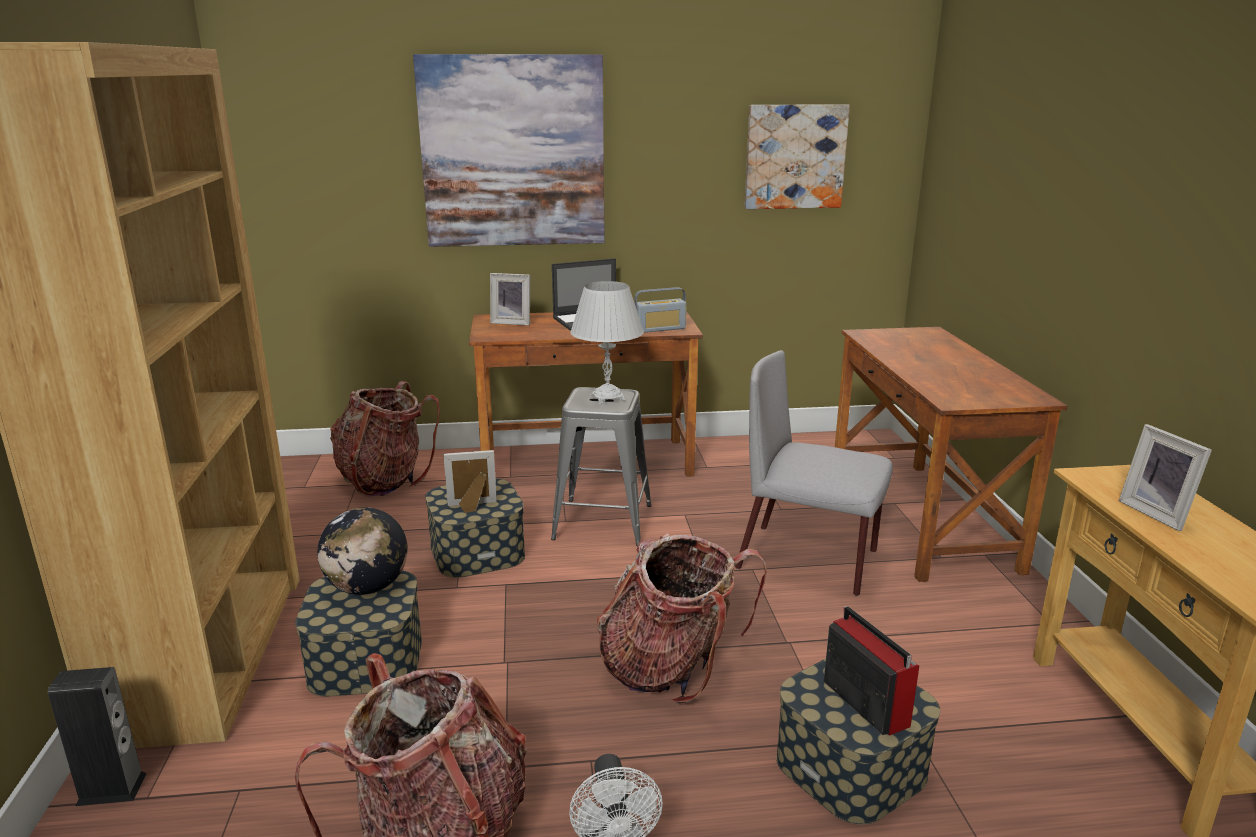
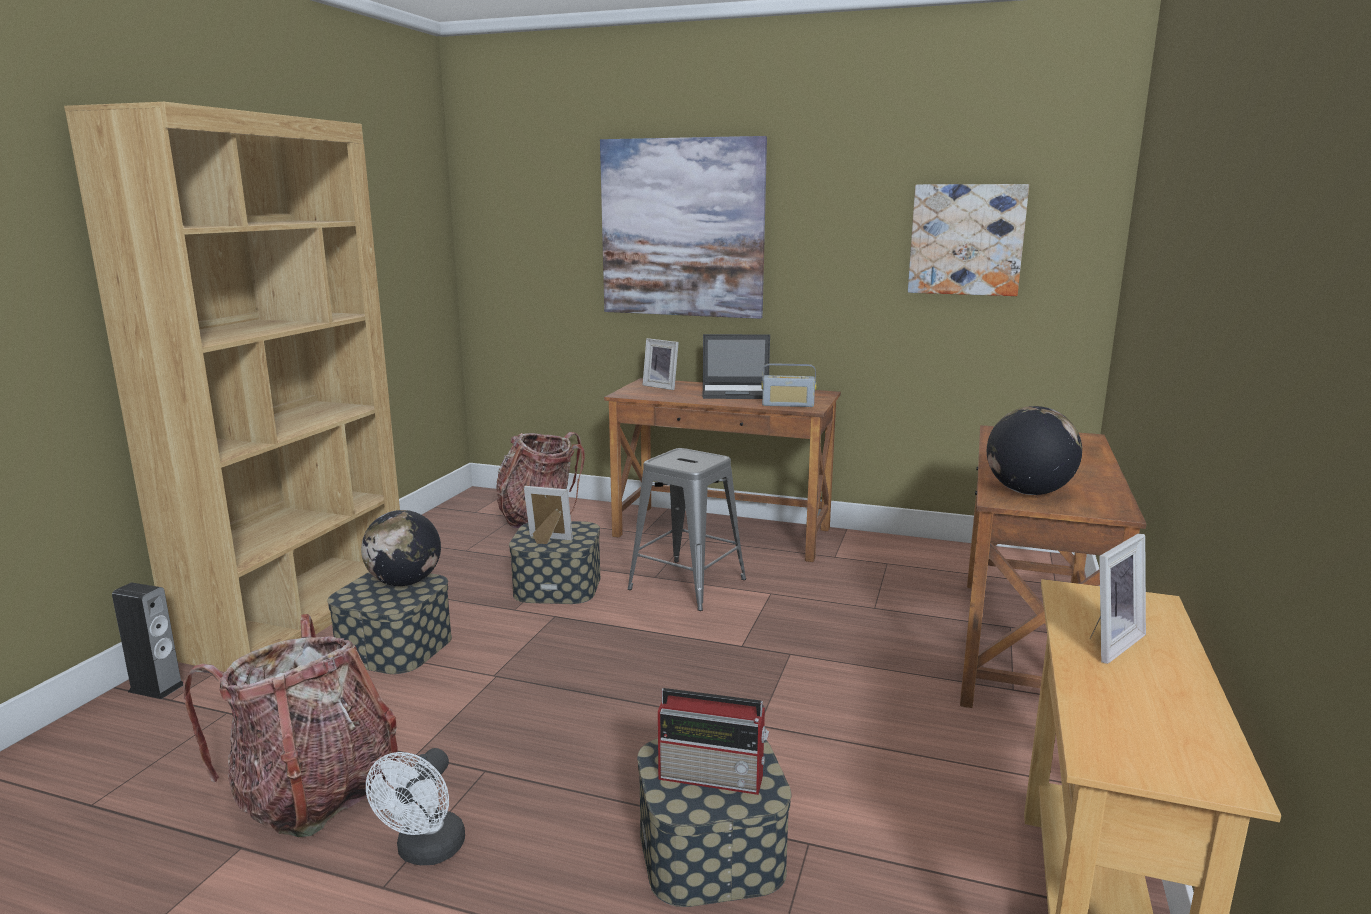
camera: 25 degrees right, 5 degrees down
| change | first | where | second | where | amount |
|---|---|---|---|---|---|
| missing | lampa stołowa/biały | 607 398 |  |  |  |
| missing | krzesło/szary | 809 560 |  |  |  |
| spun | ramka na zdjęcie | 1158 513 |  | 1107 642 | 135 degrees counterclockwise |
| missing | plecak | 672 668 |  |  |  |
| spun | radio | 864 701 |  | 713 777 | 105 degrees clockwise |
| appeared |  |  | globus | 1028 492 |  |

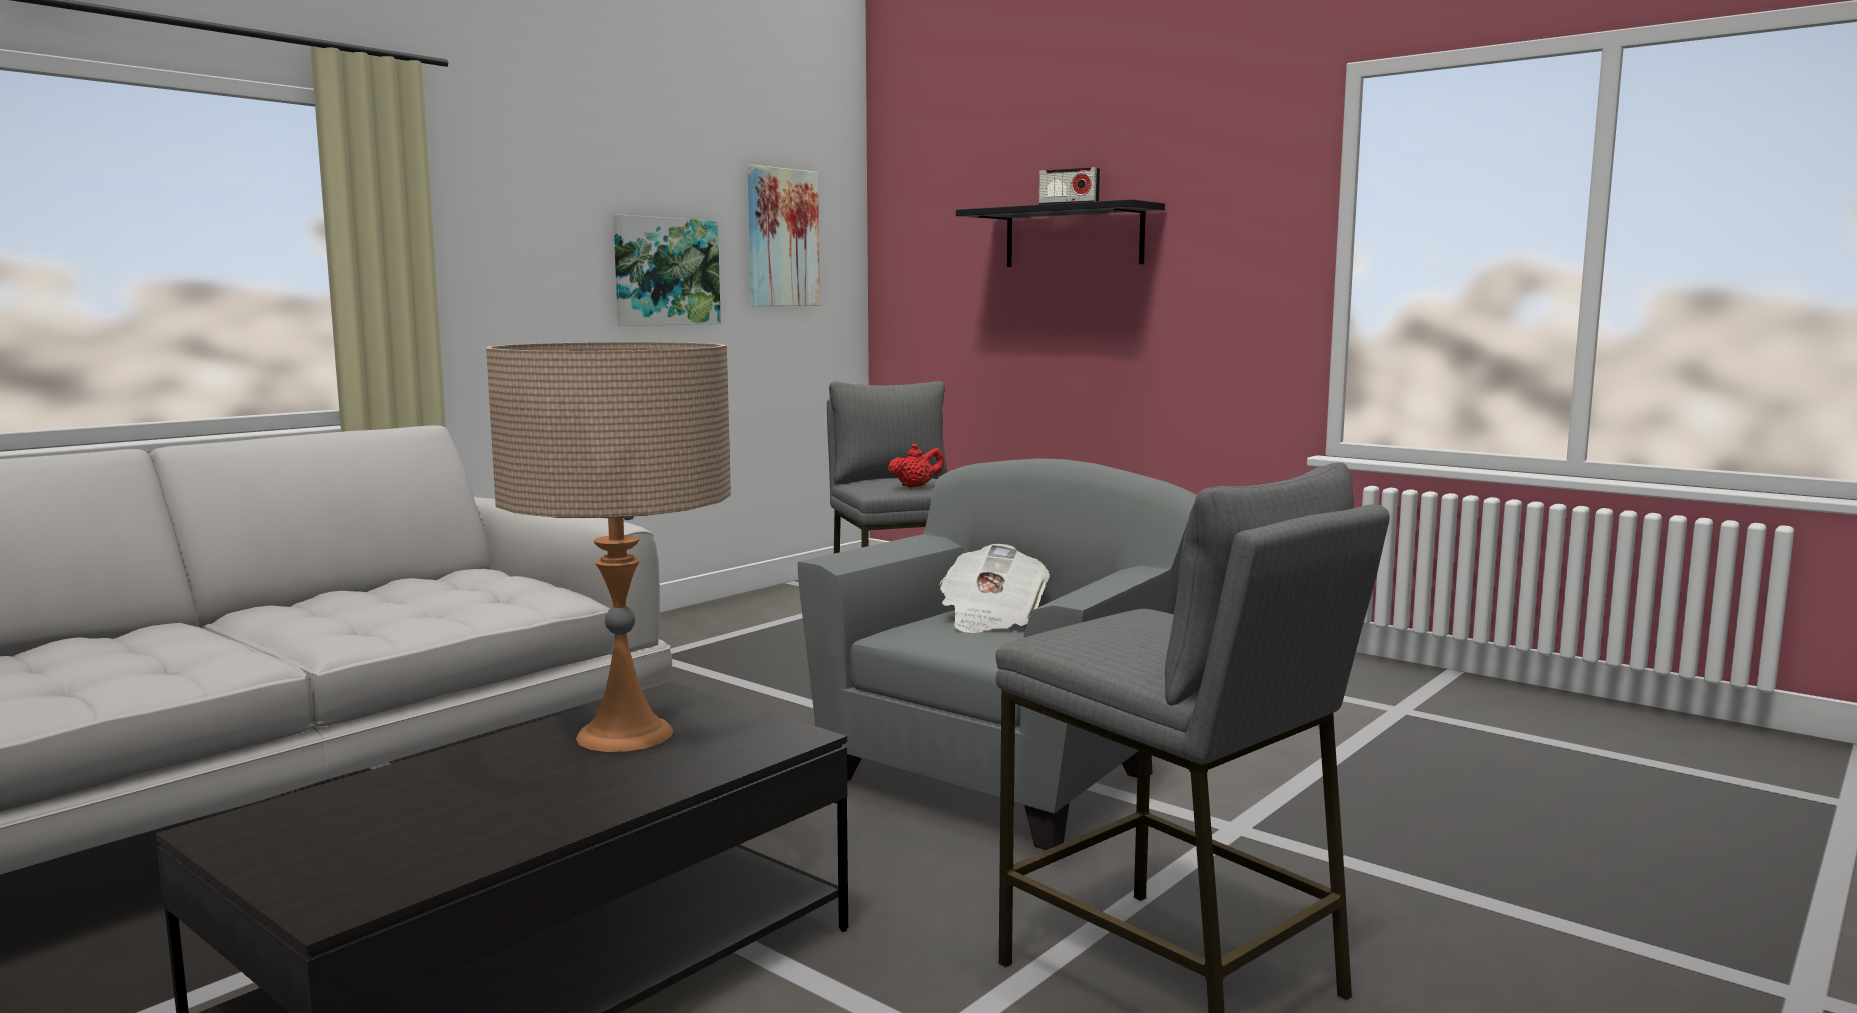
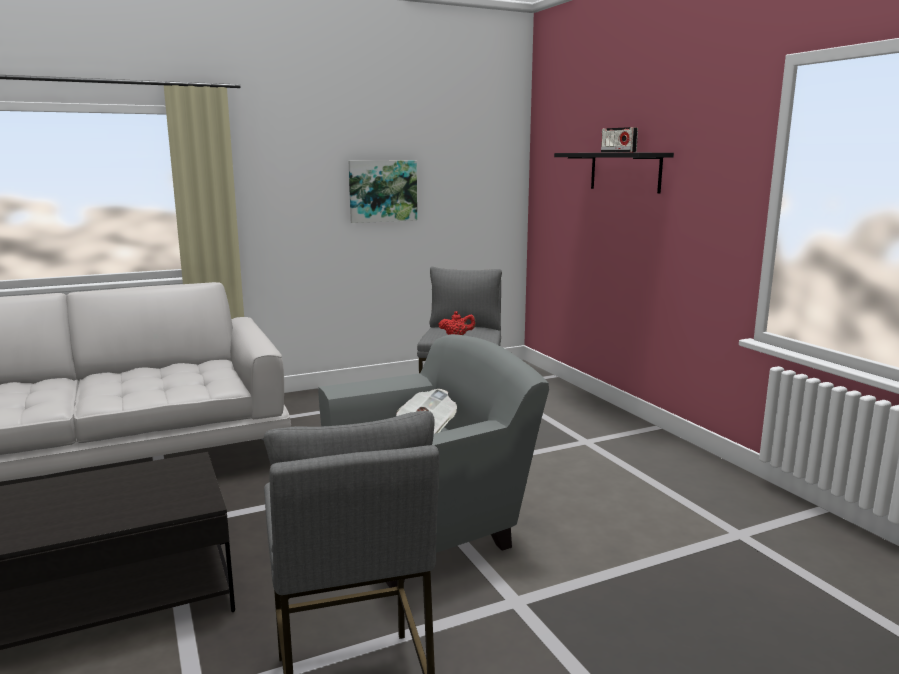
camera: 25 degrees right, 5 degrees up
| change | first | where | second | where | amount |
|---|---|---|---|---|---|
| missing | obraz | 782 238 |  |  |  |
| missing | lampa stołowa/beżowy | 625 734 |  |  |  |

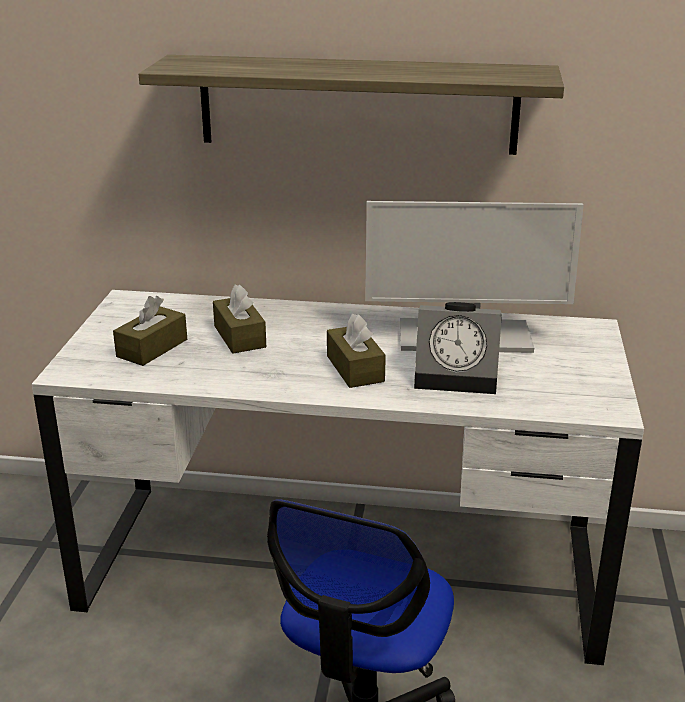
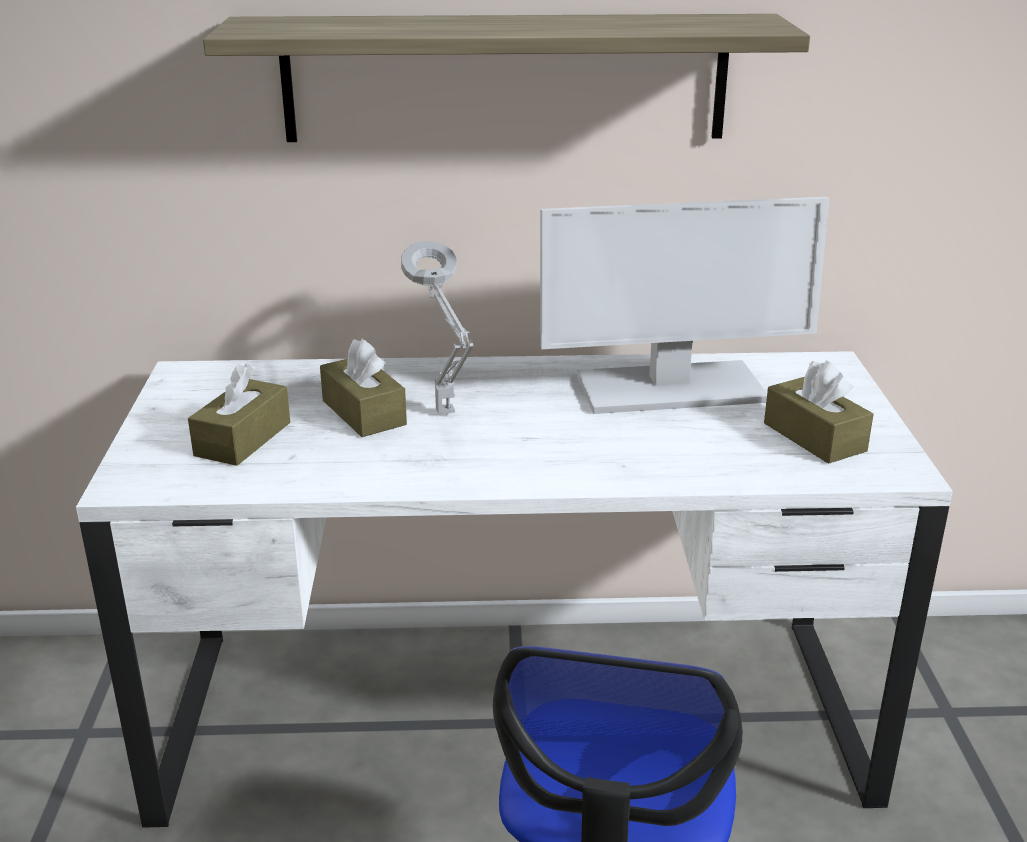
camera: 10 degrees left, 0 degrees up
| change | first | where | second | where | amount |
|---|---|---|---|---|---|
| missing | budzik | 458 376 |  |  |  |
| relocated | pudełko chusteczek/brązowy | 355 369 |  | 814 437 |  |
| appeared |  |  | lampa stołowa/szary | 446 415 |  |

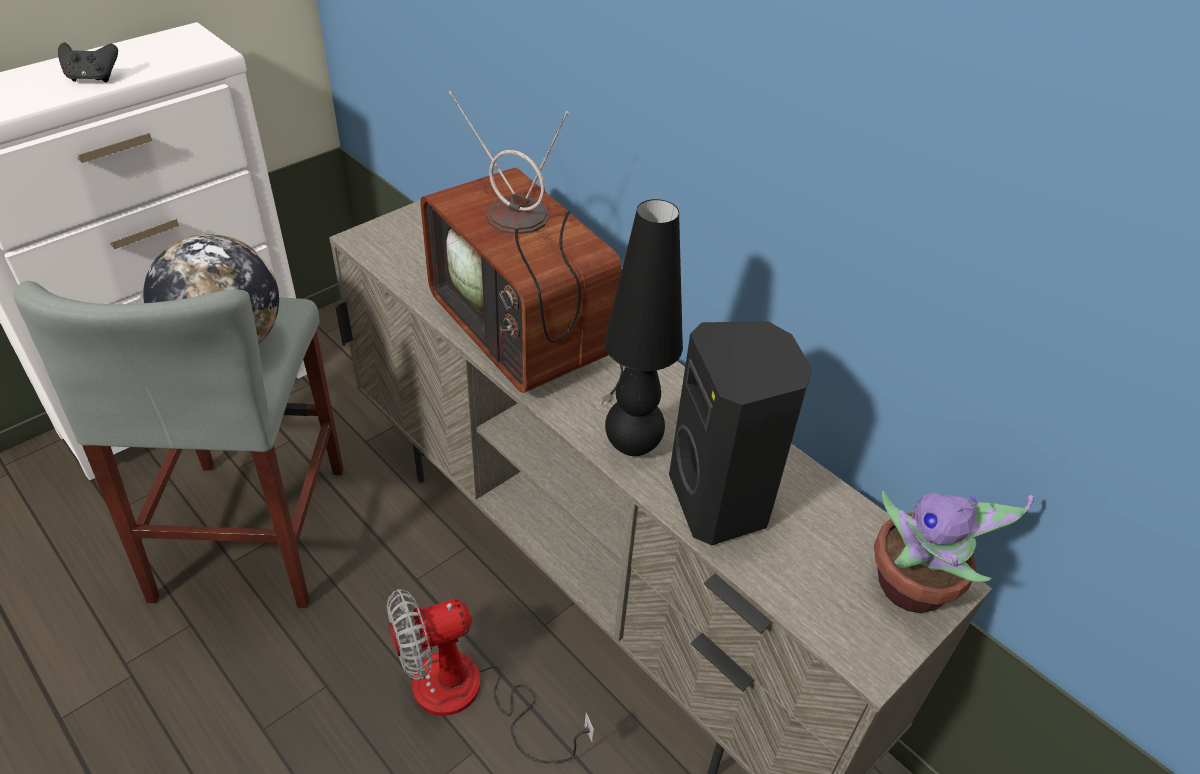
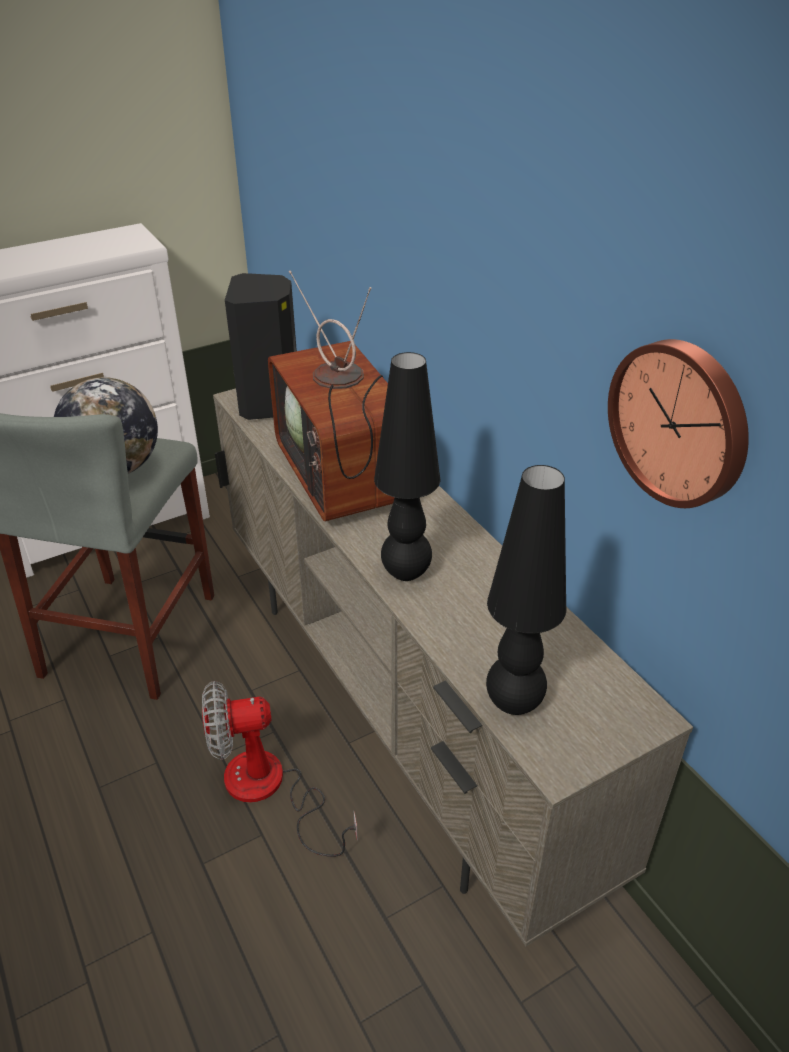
camera: 15 degrees right, 5 degrees down
| change | first | where | second | where | amount |
|---|---|---|---|---|---|
| missing | pad do gier/czarny | 93 78 |  |  |  |
| relocated | głośnik/czarny | 722 501 |  | 270 404 |  |
| missing | roślina doniczkowa | 913 590 |  |  |  |
| appeared |  |  | zegar ścienny | 681 422 |  |
| appeared |  |  | lampa stołowa/czarny | 514 704 |  |

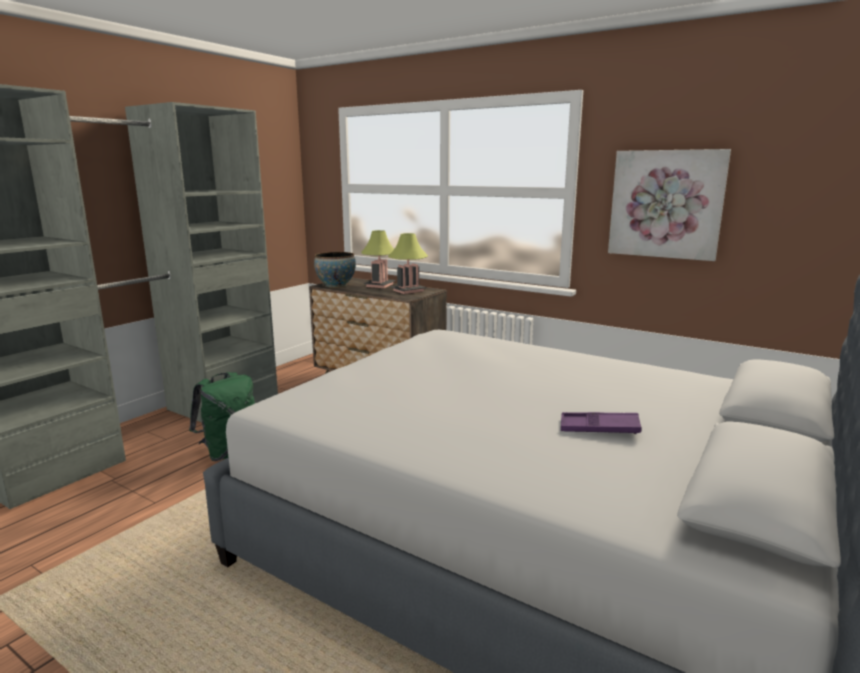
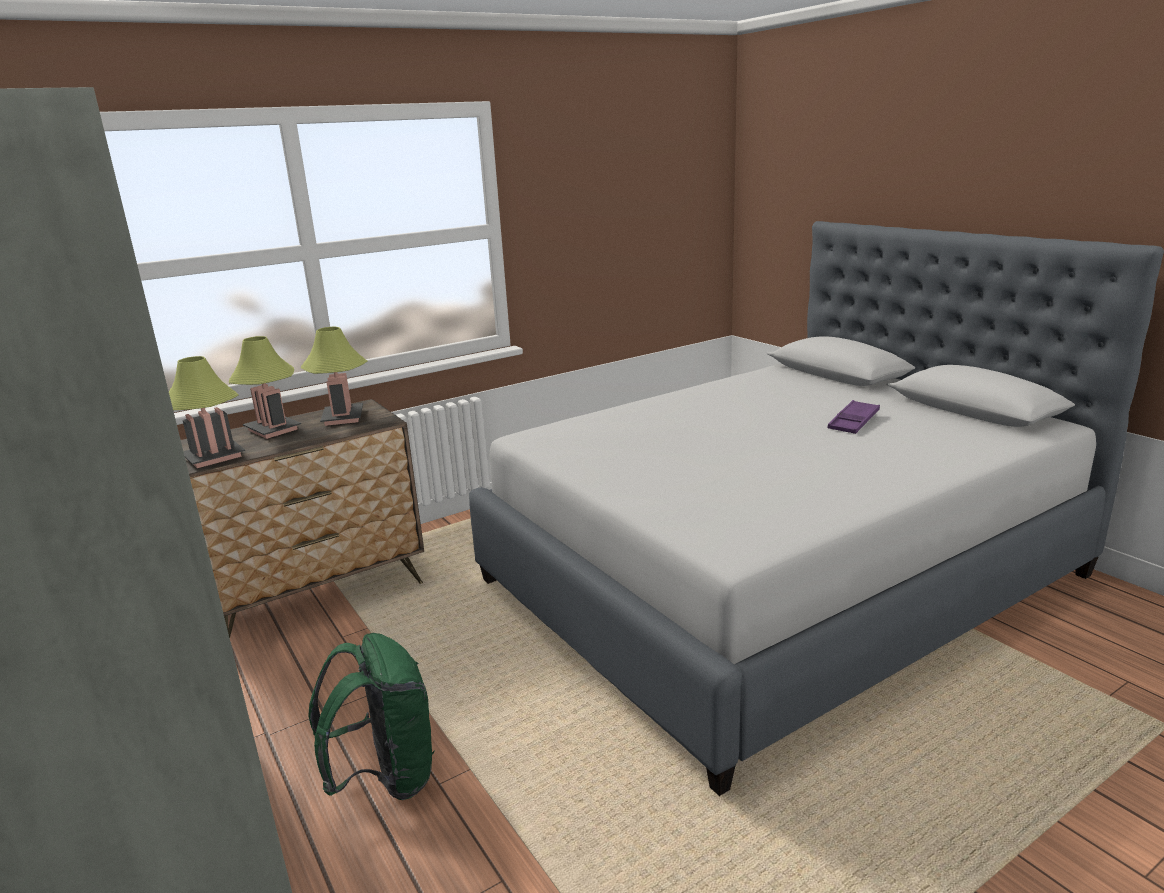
camera: 65 degrees left, 5 degrees up
| change | first | where | second | where | amount |
|---|---|---|---|---|---|
| missing | obraz | 666 204 |  |  |  |
| exchanged | miska | 336 285 | lampa stołowa | 214 457 |  |

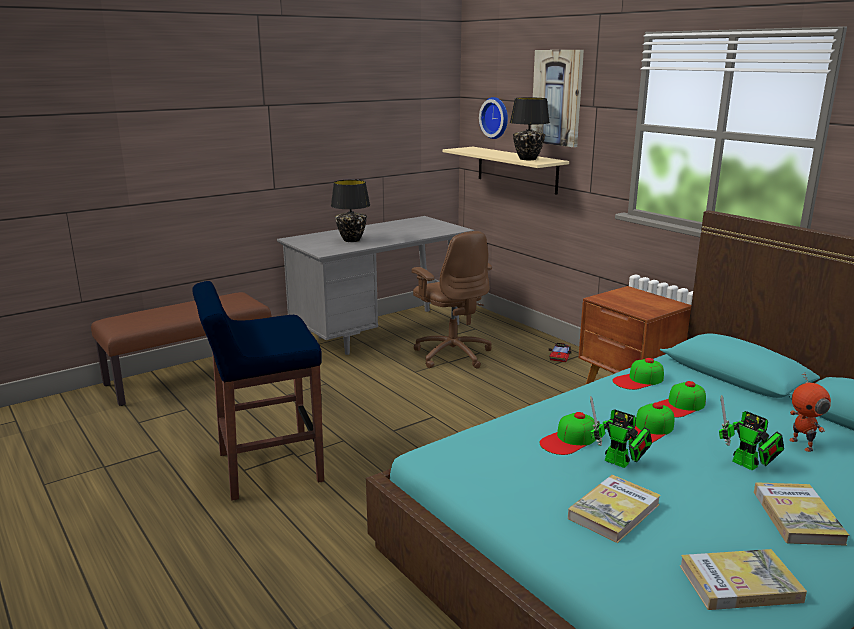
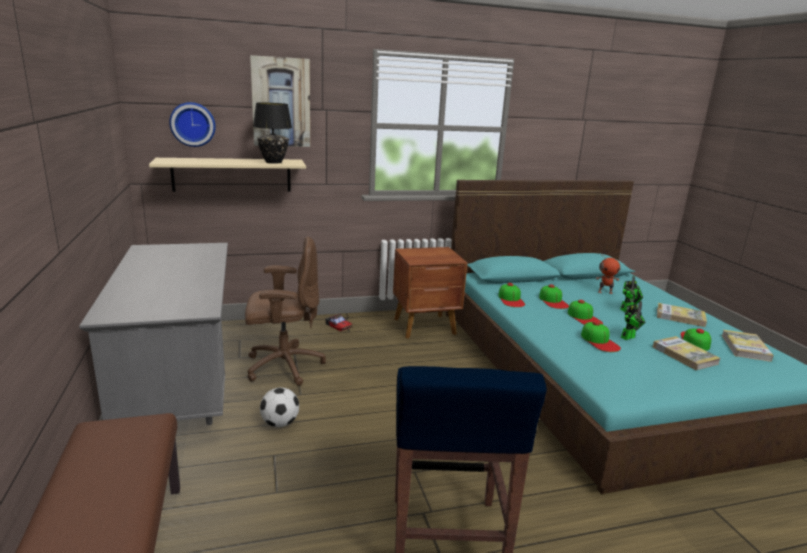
camera: 70 degrees left, 0 degrees up
| change | first | where | second | where | amount |
|---|---|---|---|---|---|
| missing | lampa stołowa/czarny | 351 240 |  |  |  |
| appeared |  |  | czapka z daszkiem | 694 341 |  |
| appeared |  |  | piłka futbolowa | 280 423 |  |

